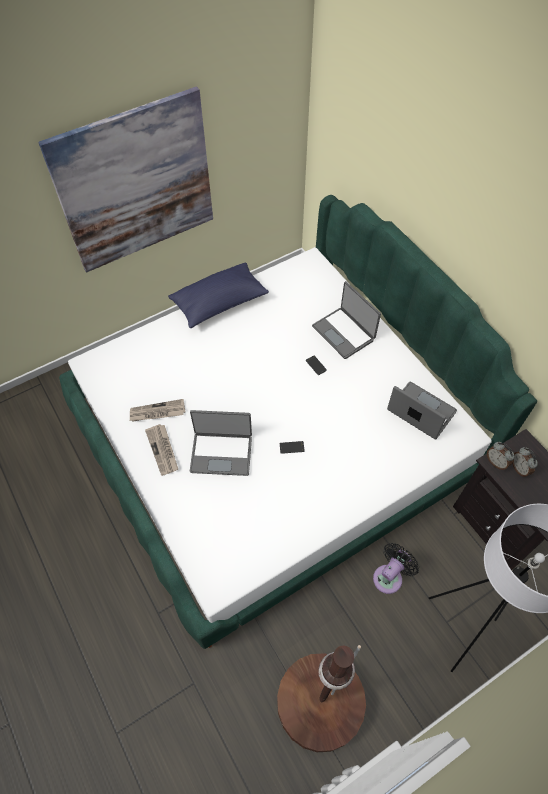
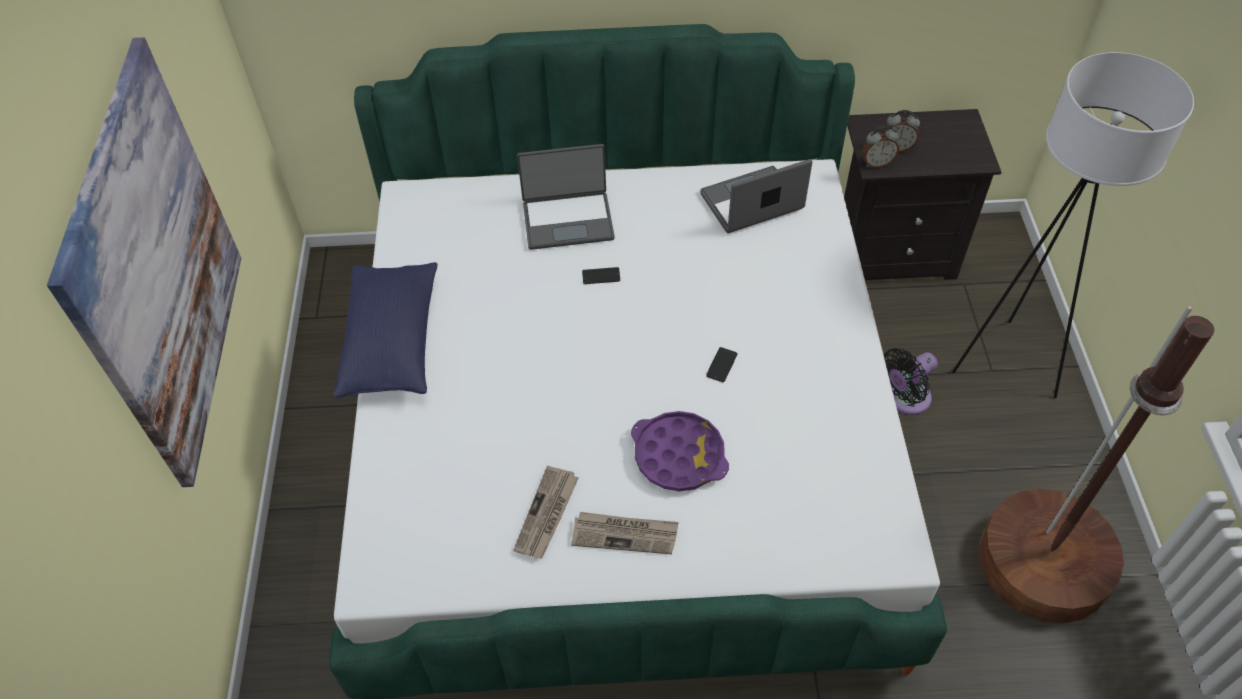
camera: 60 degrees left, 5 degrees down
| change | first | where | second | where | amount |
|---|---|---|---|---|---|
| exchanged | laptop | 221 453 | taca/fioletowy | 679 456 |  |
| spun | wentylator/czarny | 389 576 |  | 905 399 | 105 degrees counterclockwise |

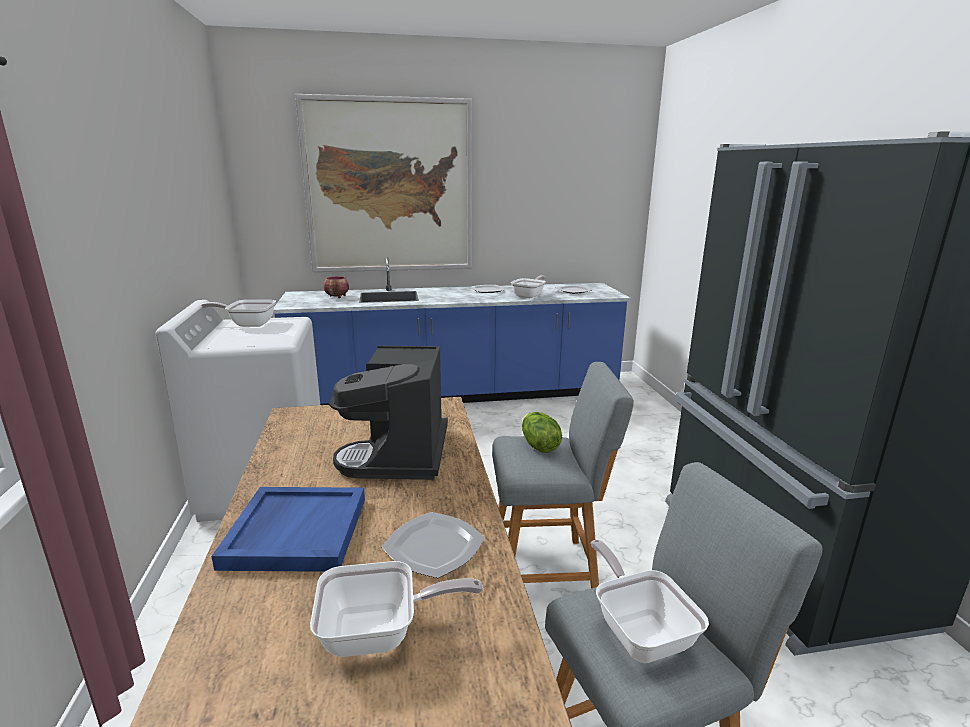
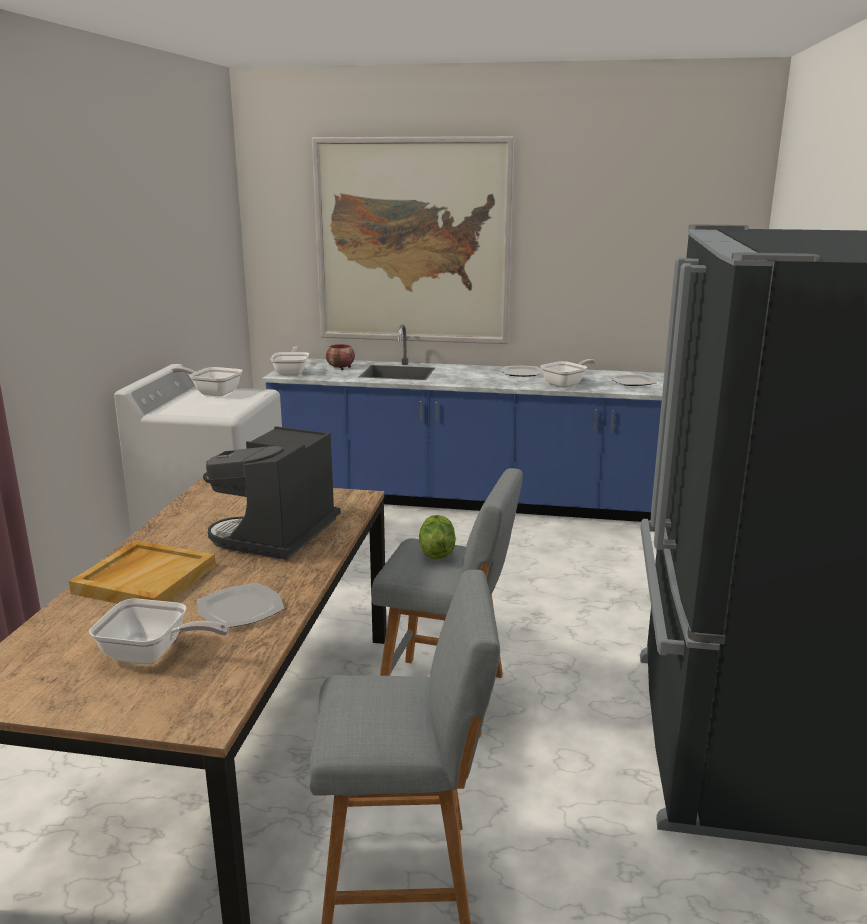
camera: 20 degrees right, 0 degrees up
| change | first | where | second | where | amount |
|---|---|---|---|---|---|
| colour | taca/niebieski | 296 531 | taca/beżowy | 145 579 |  |
| relocated | patelnia | 639 631 |  | 292 372 |  |

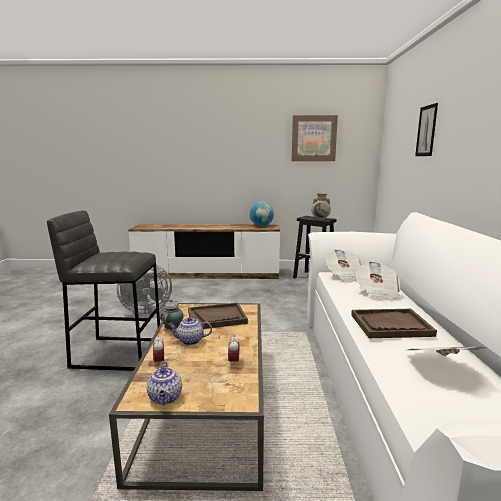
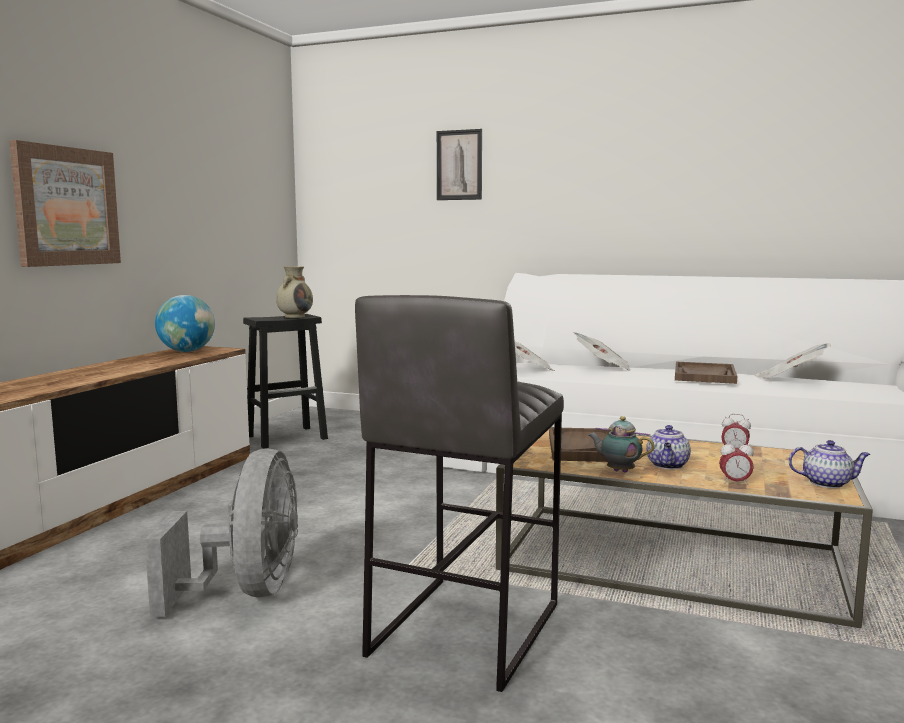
camera: 70 degrees left, 5 degrees down
| change | first | where | second | where | amount |
|---|---|---|---|---|---|
| relocated | obraz | 313 138 |  | 66 206 |  |

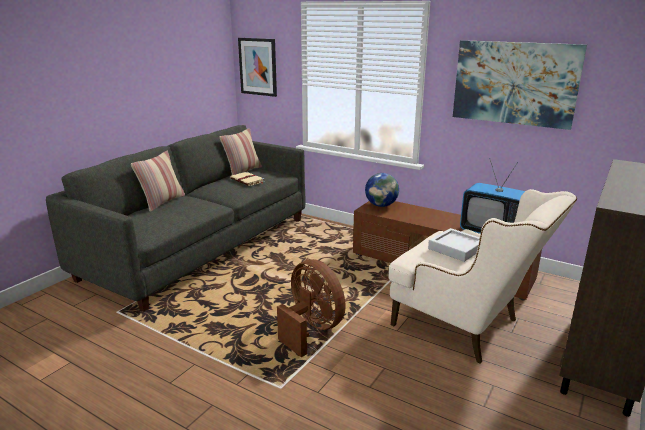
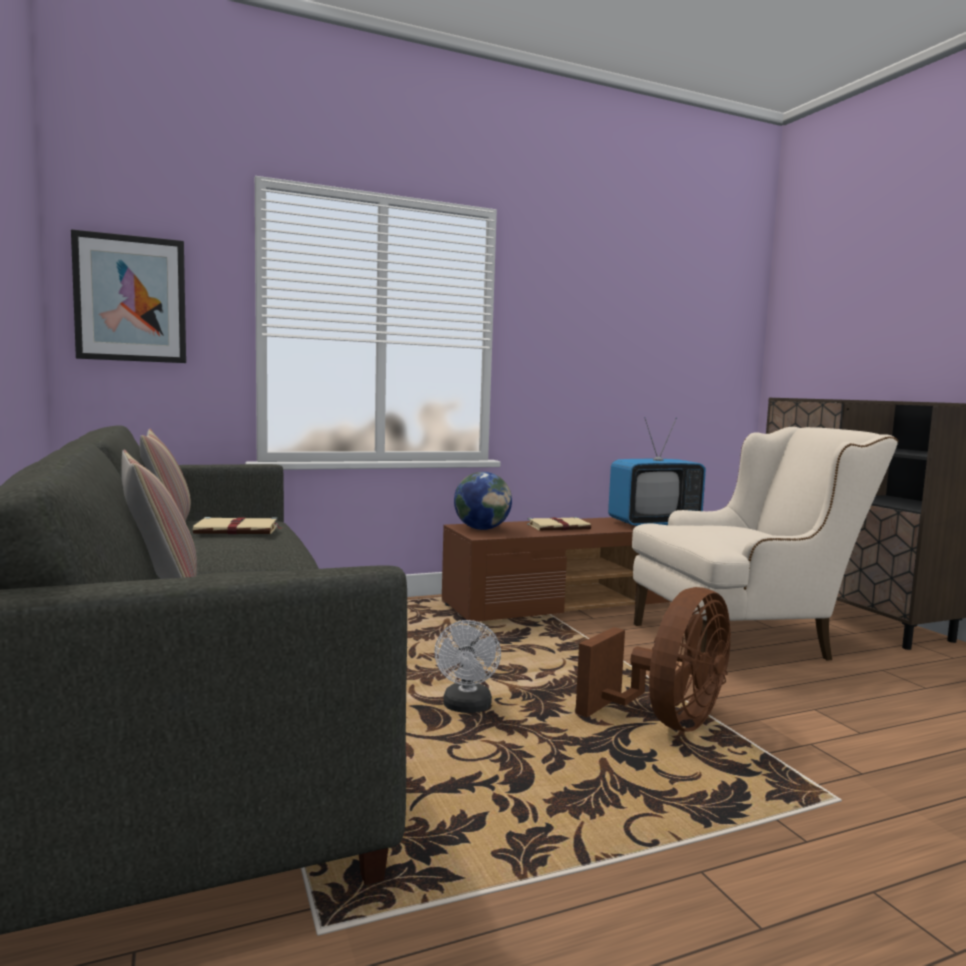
camera: 55 degrees left, 15 degrees down
| change | first | where | second | where | amount |
|---|---|---|---|---|---|
| missing | obraz | 514 83 |  |  |  |
| missing | taca/szary | 456 248 |  |  |  |
| spun | wentylator/brązowy | 311 329 |  | 667 721 | 135 degrees clockwise |
| appeared |  |  | książka/beżowy | 559 527 |  |
| appeared |  |  | wentylator/biały | 467 708 |  |

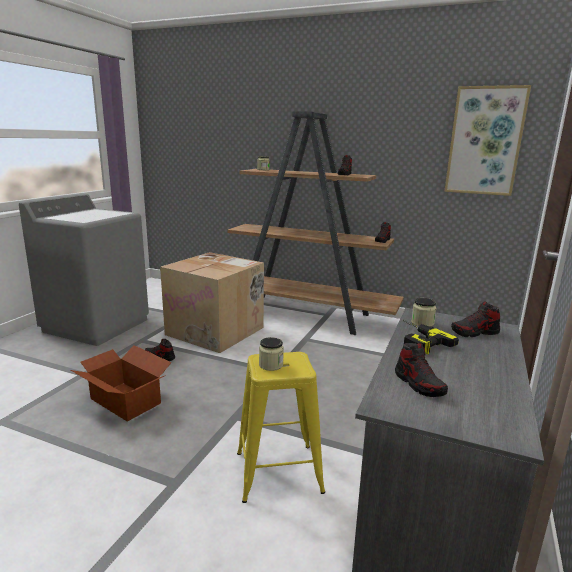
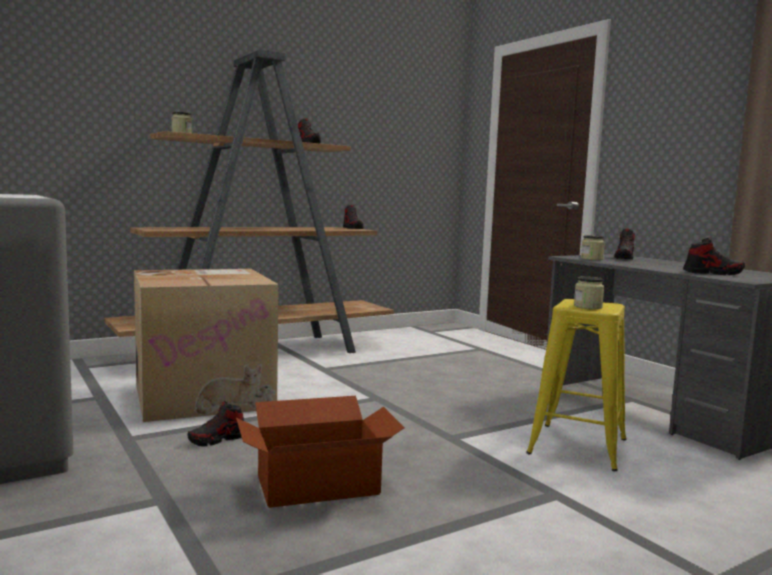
camera: 55 degrees left, 10 degrees down
| change | first | where | second | where | amount |
|---|---|---|---|---|---|
| missing | obraz | 485 141 |  |  |  |
| missing | wiertarka | 416 340 |  |  |  |

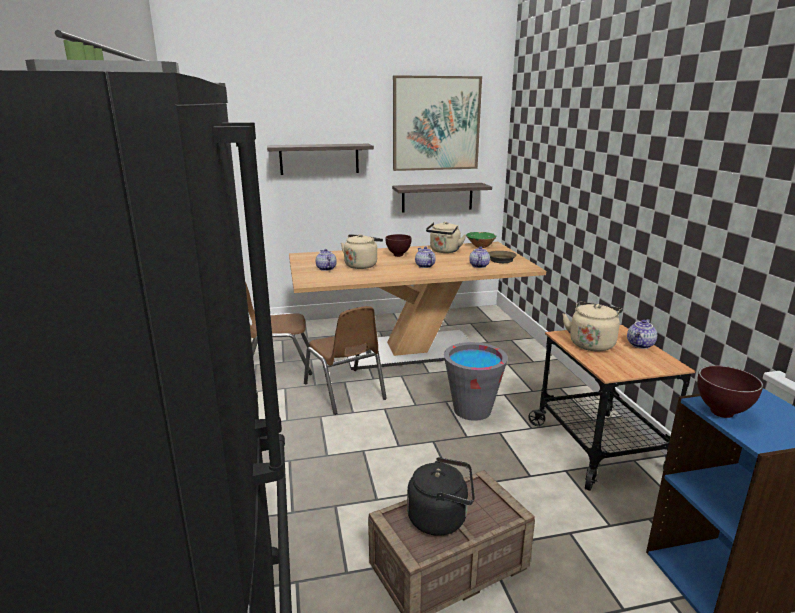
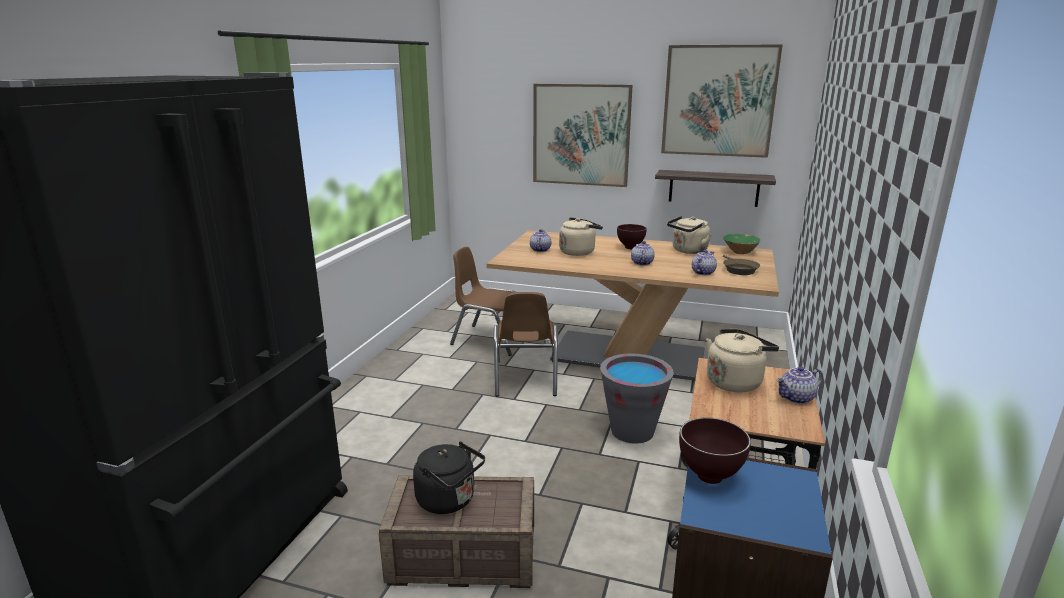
camera: 30 degrees right, 0 degrees up
| change | first | where | second | where | amount |
|---|---|---|---|---|---|
| exchanged | półka | 319 159 | obraz | 581 135 |  |

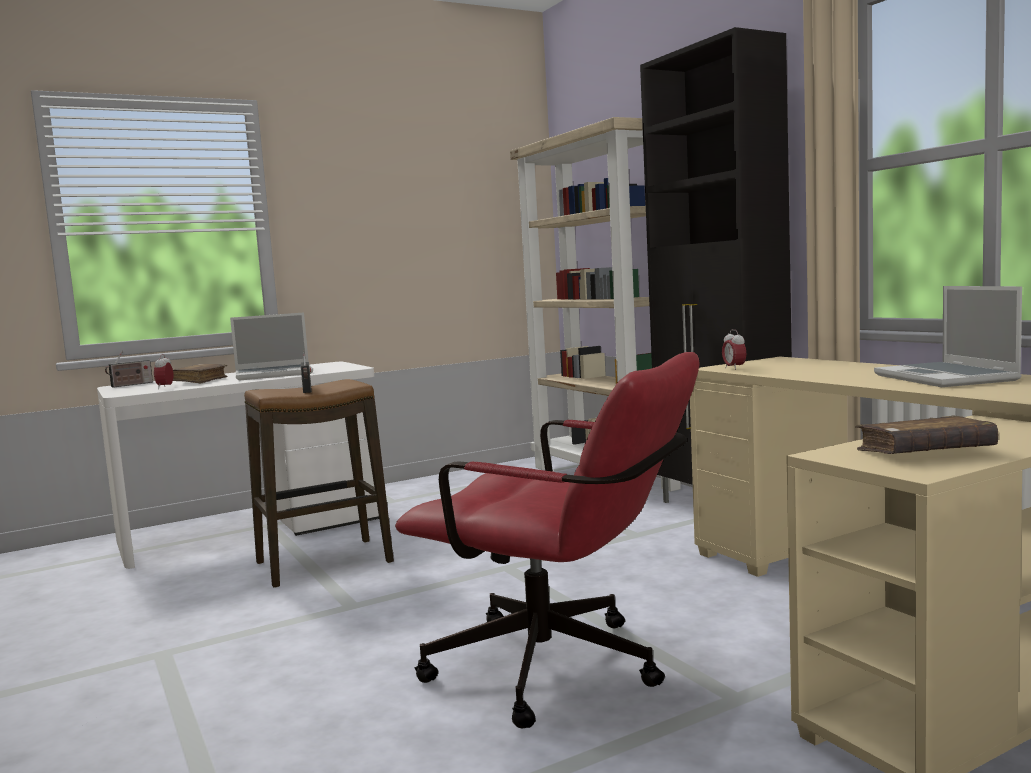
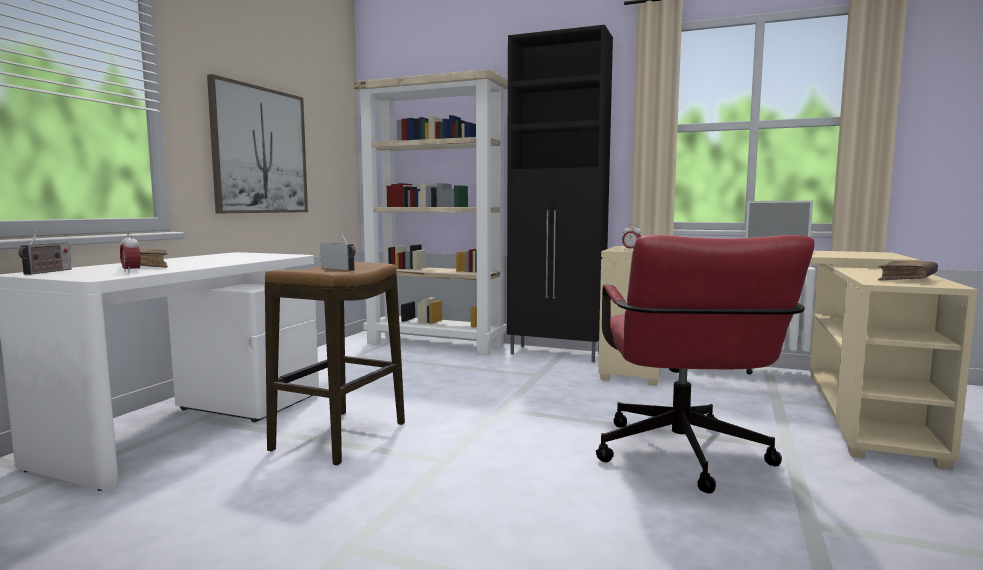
camera: 40 degrees left, 0 degrees up
| change | first | where | second | where | amount |
|---|---|---|---|---|---|
| missing | laptop | 275 374 |  |  |  |
| spun | krzesło biurowe/czerwony | 563 671 |  | 683 460 | 105 degrees clockwise |
| appeared |  |  | obraz | 260 150 |  |

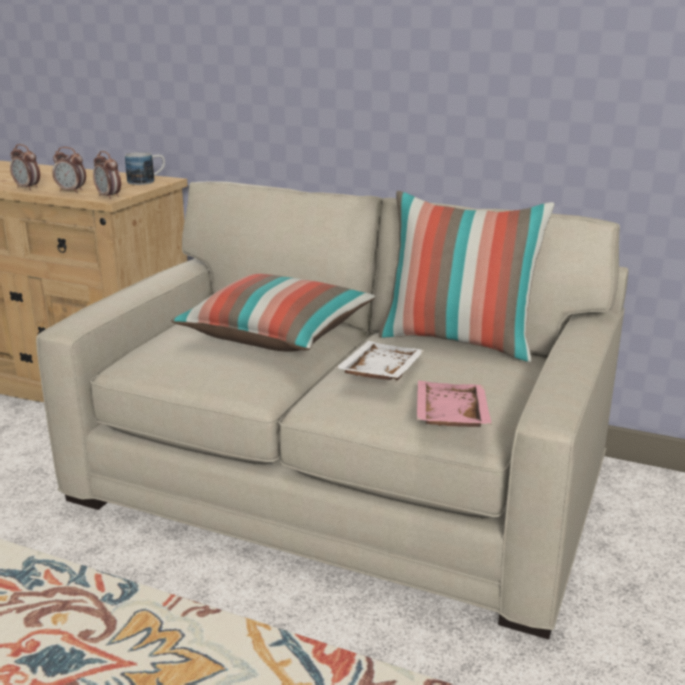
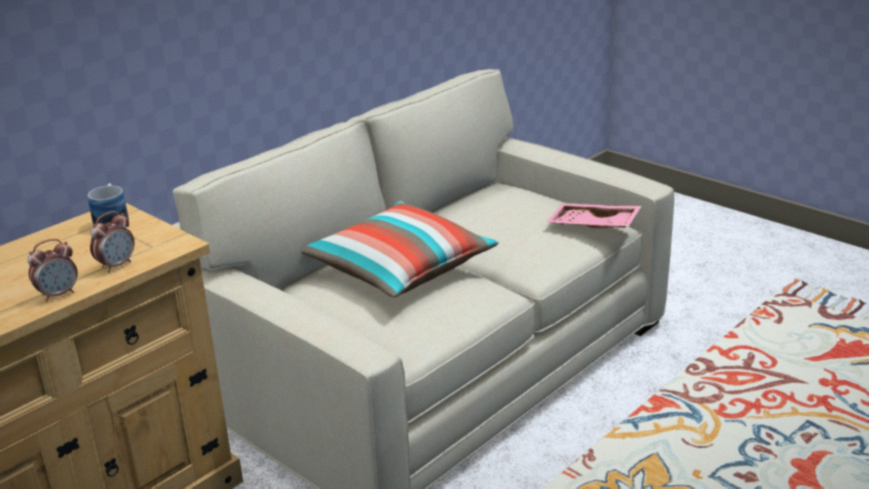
camera: 70 degrees left, 5 degrees up
| change | first | where | second | where | amount |
|---|---|---|---|---|---|
| missing | budzik | 109 197 |  |  |  |
| missing | poduszka | 458 342 |  |  |  |
| missing | taca/biały | 379 373 |  |  |  |

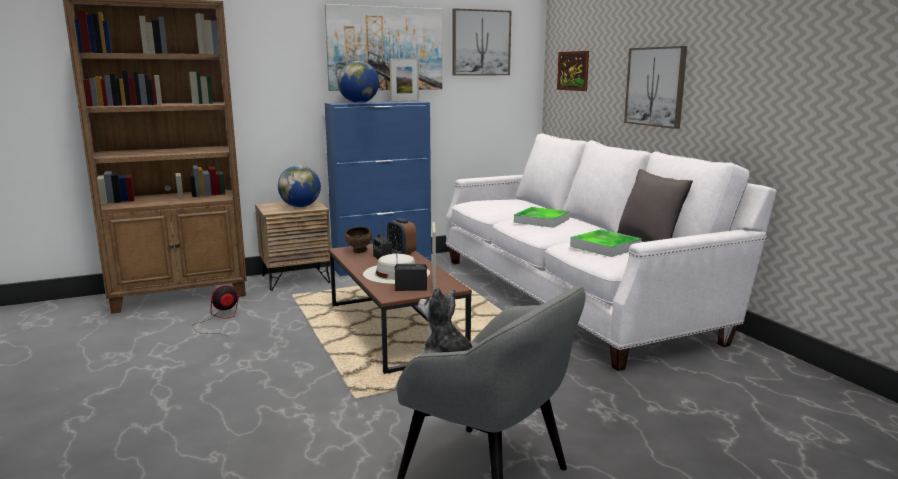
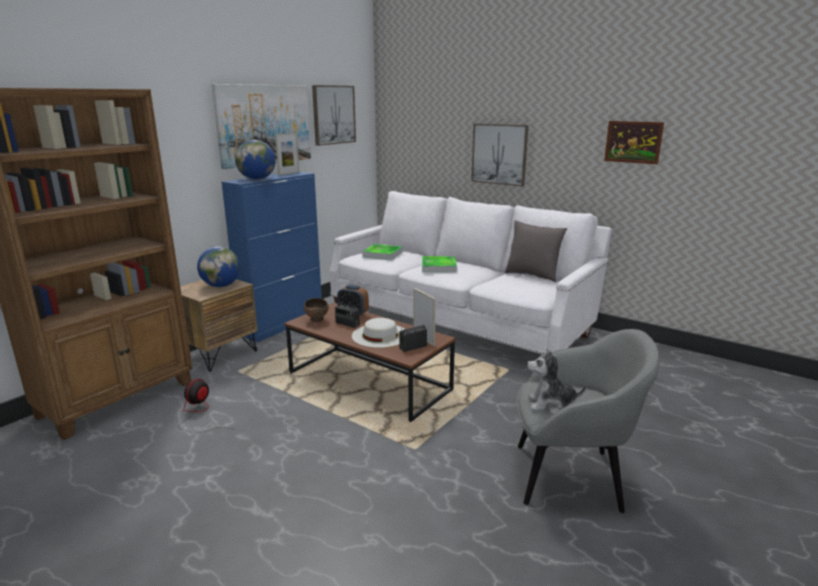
camera: 30 degrees left, 5 degrees up
| change | first | where | second | where | amount |
|---|---|---|---|---|---|
| relocated | obraz | 573 71 |  | 633 142 |  |
| relocated | taca | 605 247 |  | 383 254 |  |

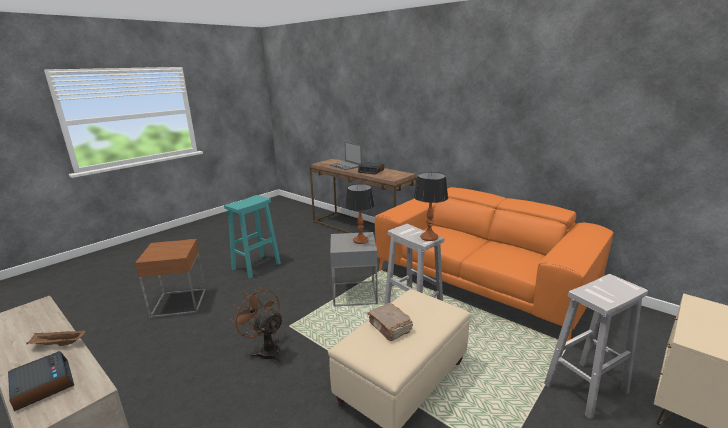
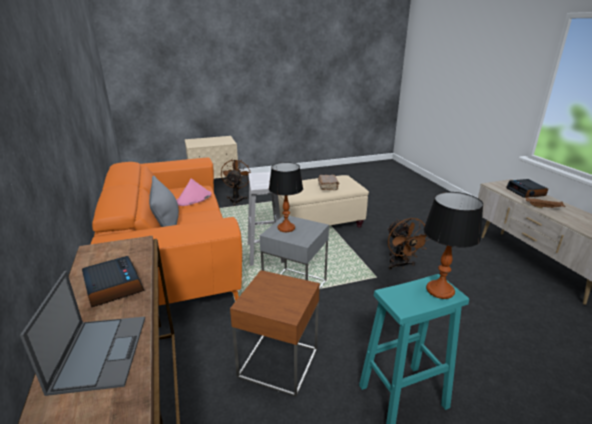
camera: 150 degrees left, 5 degrees up
| change | first | where | second | where | amount |
|---|---|---|---|---|---|
| relocated | lampa stołowa | 429 237 |  | 439 290 |  |
| relocated | stolik/brązowy | 179 302 |  | 278 362 |  |
| exchanged | stołek/biały | 586 387 | wentylator/brązowy | 237 199 |  |
| appeared |  |  | poduszka/szary | 166 222 |  |
| appeared |  |  | kapelusz/różowy | 194 199 |  |

